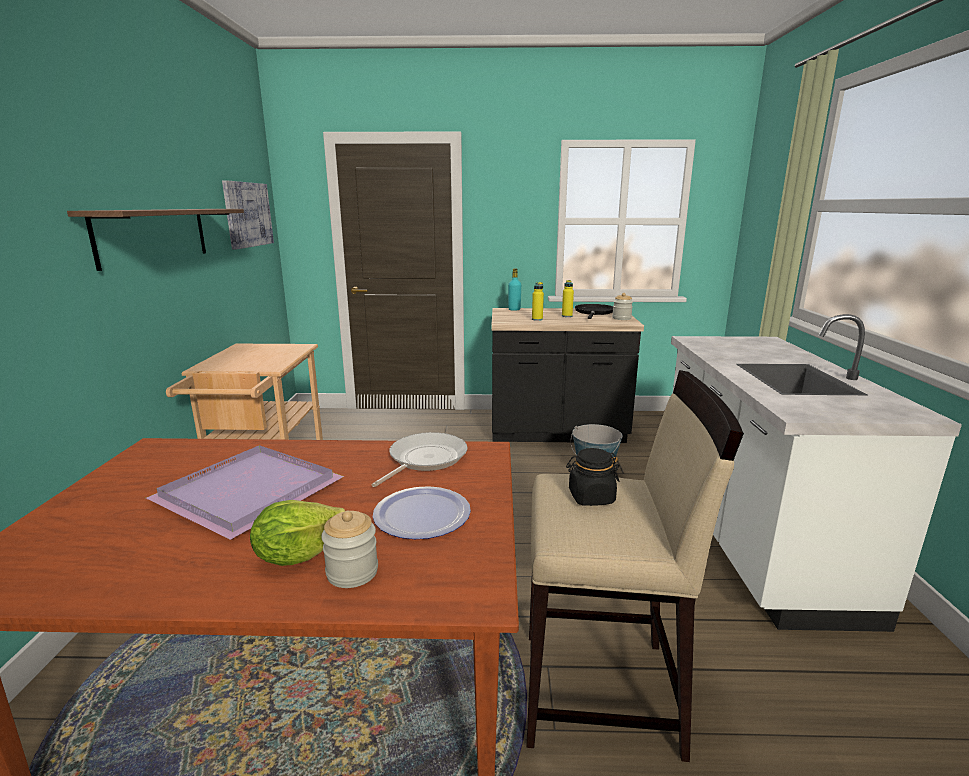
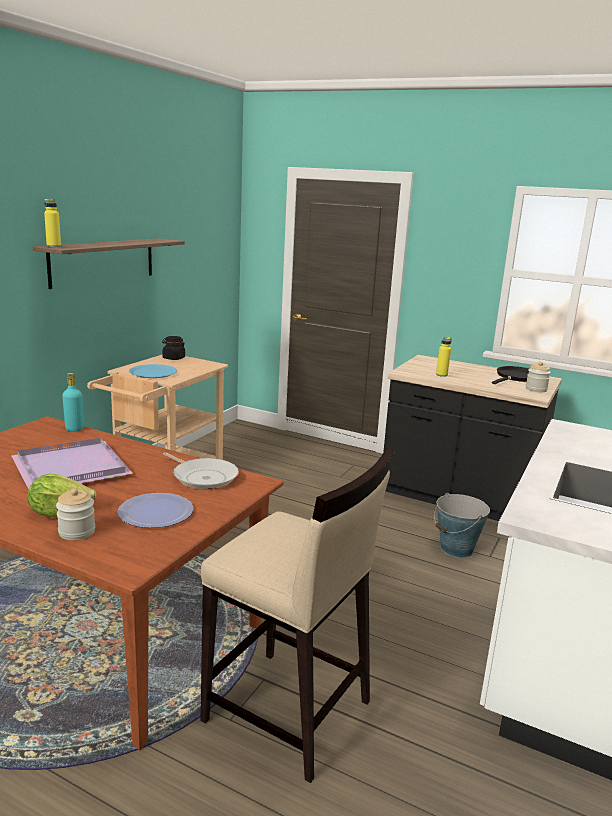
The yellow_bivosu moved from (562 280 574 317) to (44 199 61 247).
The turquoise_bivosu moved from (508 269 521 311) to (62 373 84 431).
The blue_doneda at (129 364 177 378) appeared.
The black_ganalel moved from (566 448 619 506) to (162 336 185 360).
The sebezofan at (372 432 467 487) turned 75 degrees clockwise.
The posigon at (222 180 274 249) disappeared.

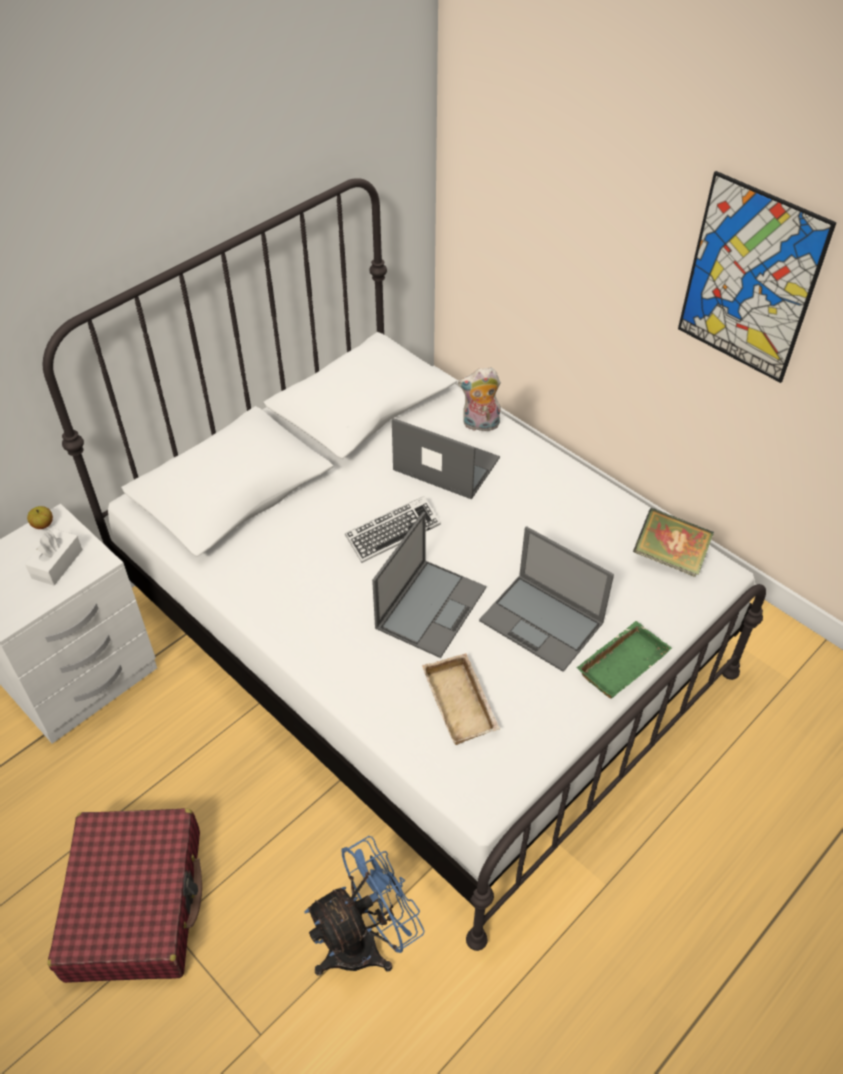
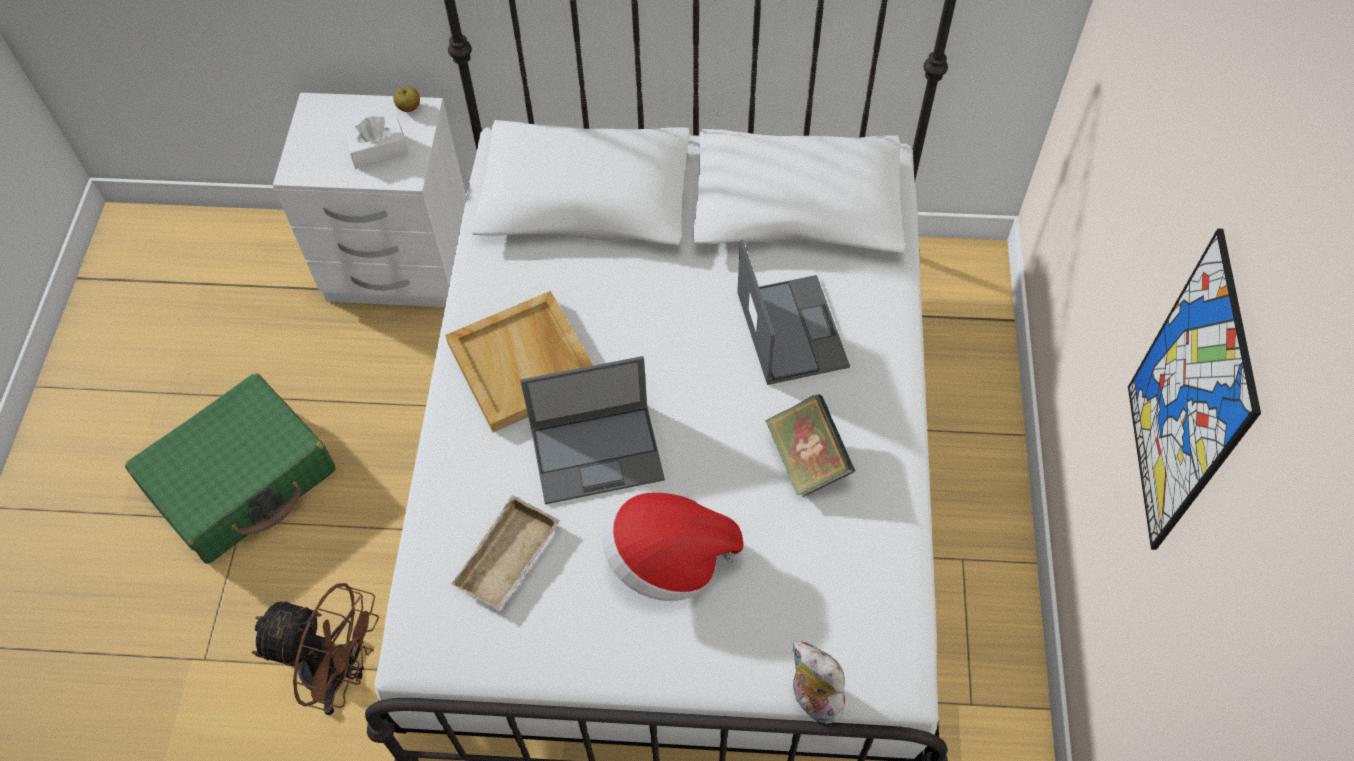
The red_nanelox at (48 808 202 983) became the green_nanelox at (125 373 336 564).
The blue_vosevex at (304 836 425 976) became the brown_vosevex at (252 583 379 715).
The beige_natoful at (445 291 593 432) appeared.
The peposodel at (479 526 614 672) was replaced by the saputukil at (602 493 743 601).
The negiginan moved from (633 508 714 577) to (766 394 855 497).
The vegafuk moved from (458 367 501 431) to (792 641 848 724).
The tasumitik at (345 496 441 563) disappeared.
The green_natoful at (576 621 672 699) disappeared.

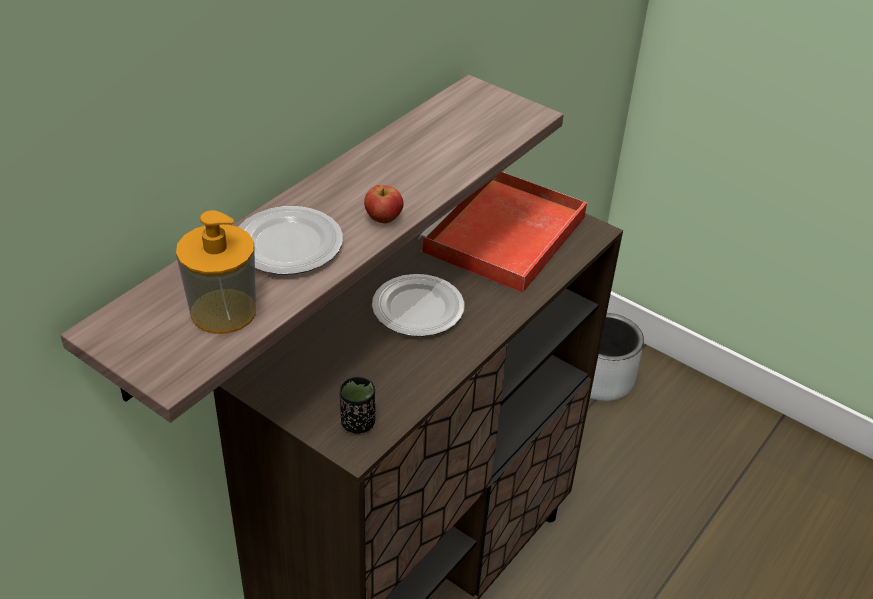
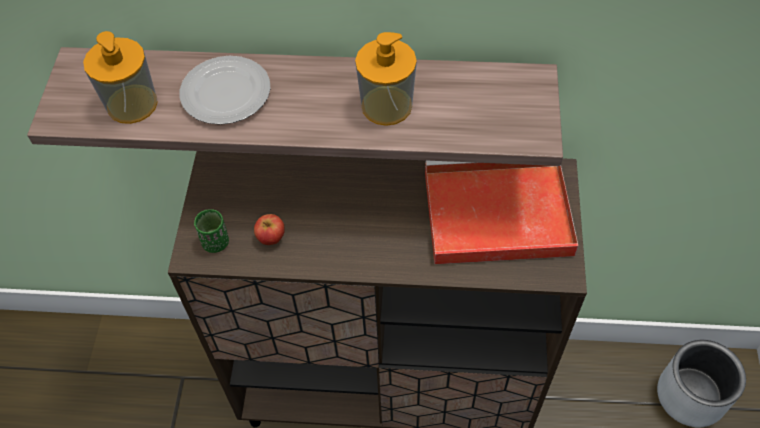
The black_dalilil at (340 377 375 434) became the green_dalilil at (194 209 229 253).
The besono moved from (364 185 403 224) to (254 214 285 245).
The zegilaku at (355 32 417 126) appeared.
The doneda at (372 274 465 336) disappeared.

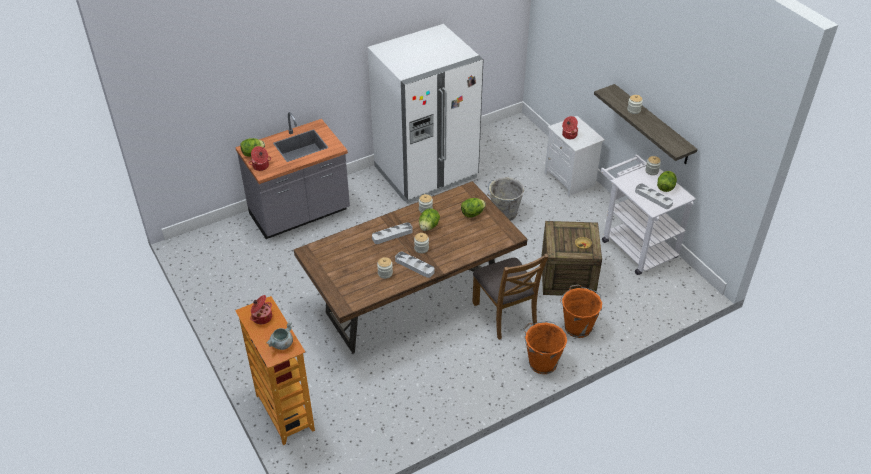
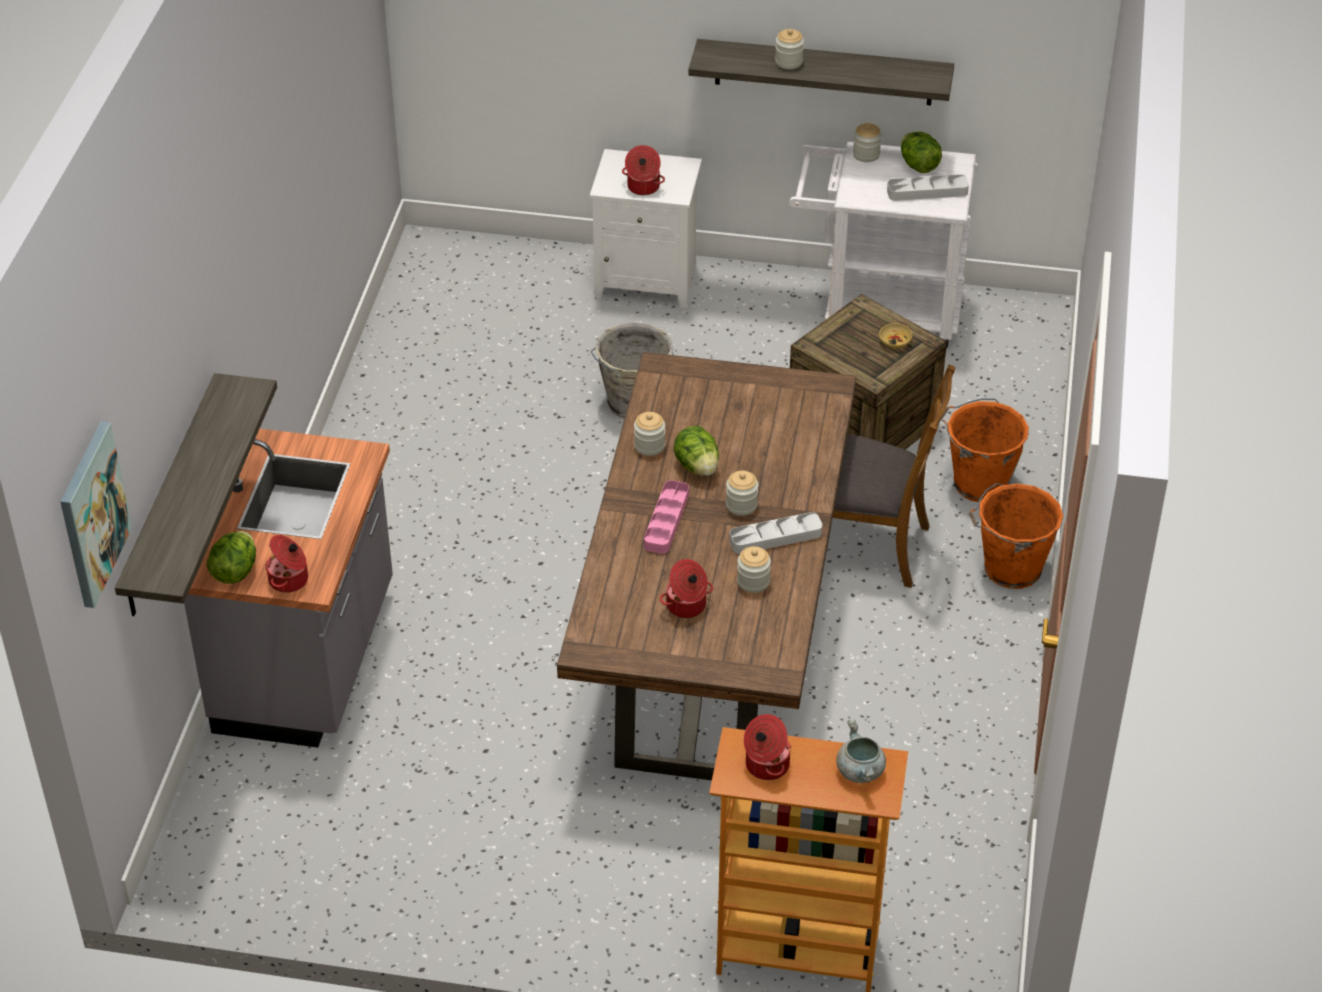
The posigon at (60 421 132 608) appeared.
The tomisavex at (115 373 277 616) appeared.
The grey_natoful at (372 222 413 244) became the pink_natoful at (644 480 689 554).
The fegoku at (660 559 713 618) appeared.
The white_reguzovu at (368 24 484 204) disappeared.
The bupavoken at (461 198 486 217) disappeared.

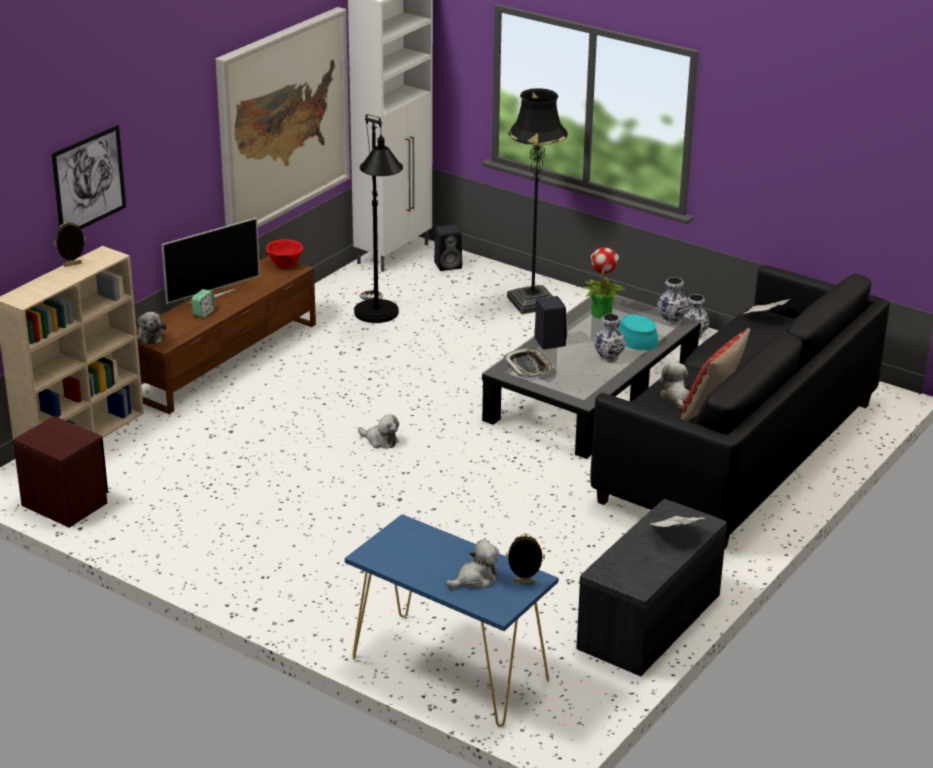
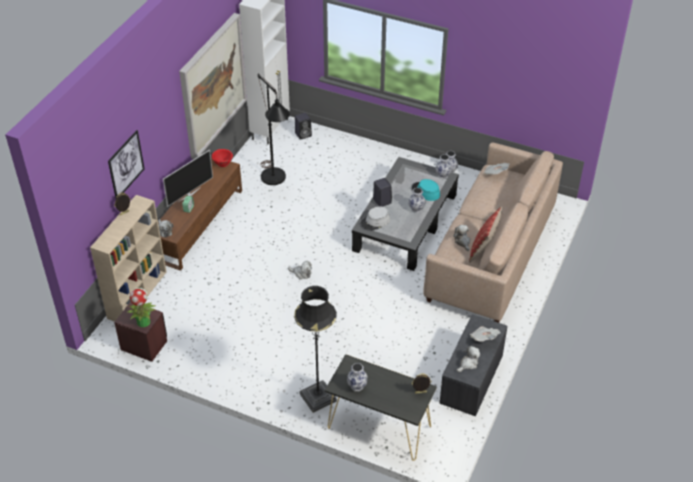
The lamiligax moved from (582 247 626 319) to (127 288 156 327).
The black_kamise moved from (507 88 568 314) to (294 286 337 413).
The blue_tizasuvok at (345 514 558 727) became the black_tizasuvok at (325 354 437 461).
The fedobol at (347 363 367 391) appeared.
The natoful at (503 348 554 378) was replaced by the grey_saputukil at (361 206 390 230).
The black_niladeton at (590 265 890 550) became the beige_niladeton at (423 142 563 323).
The vegafuk moved from (446 540 499 589) to (457 346 480 372).

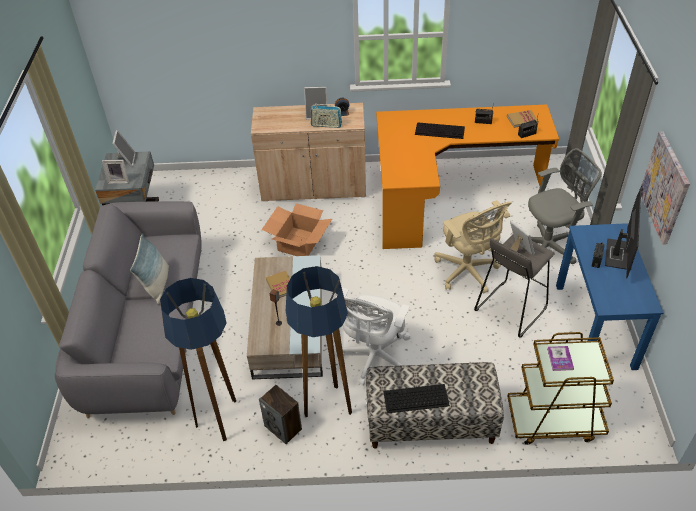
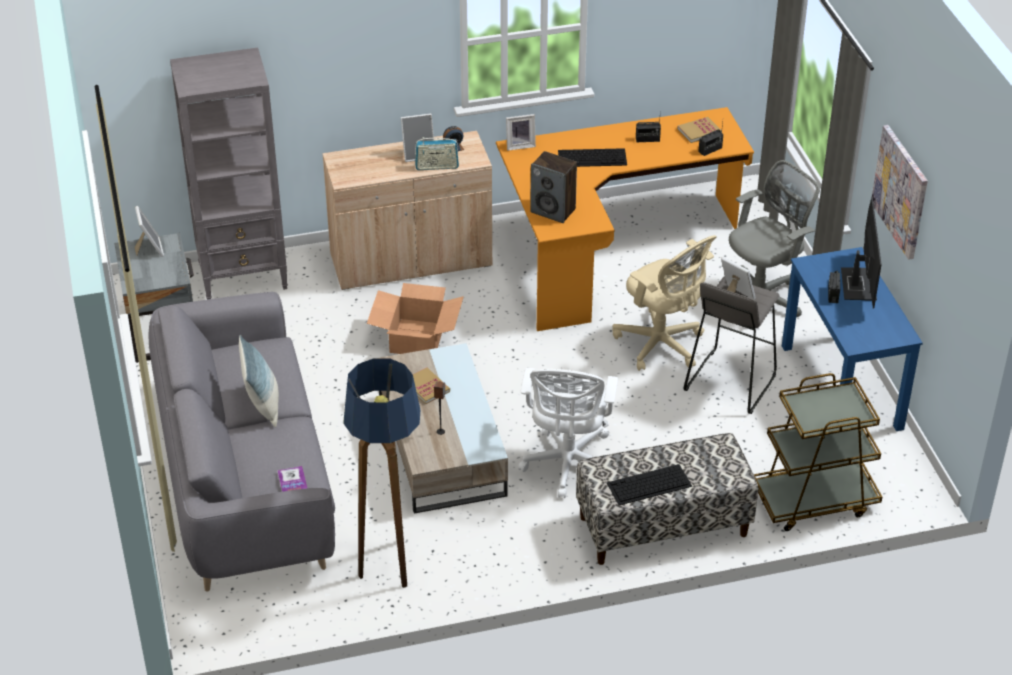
The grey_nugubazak at (170 47 288 300) appeared.
The negiginan moved from (547 346 574 371) to (277 466 307 492).
The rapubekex moved from (102 160 129 184) to (506 114 536 151).
The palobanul moved from (259 385 302 444) to (530 151 577 223).
The kamise at (286 266 352 417) disappeared.

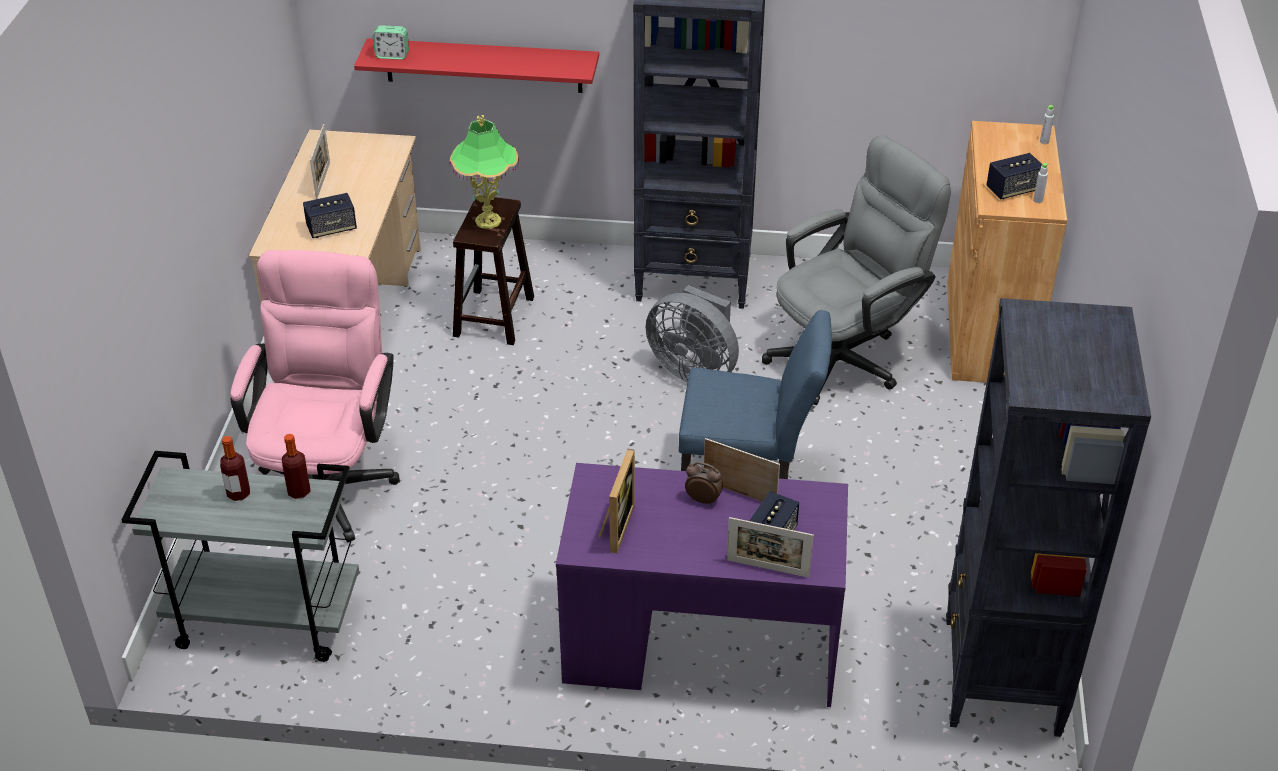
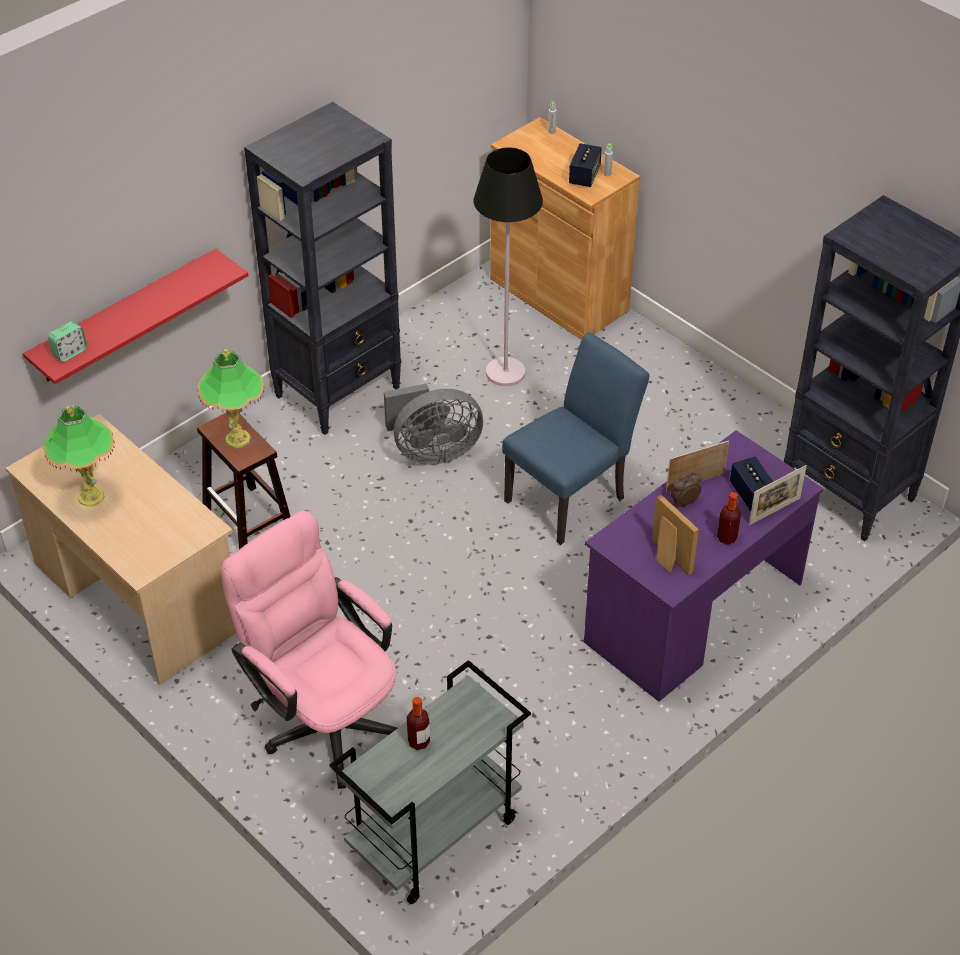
The rapubekex at (310 124 330 199) was replaced by the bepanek at (43 405 115 507).
The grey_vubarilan at (762 135 951 405) was replaced by the black_kamise at (474 147 543 386).
The bivosu moved from (282 434 311 499) to (717 492 741 545).
The palobanul at (303 193 357 238) disappeared.

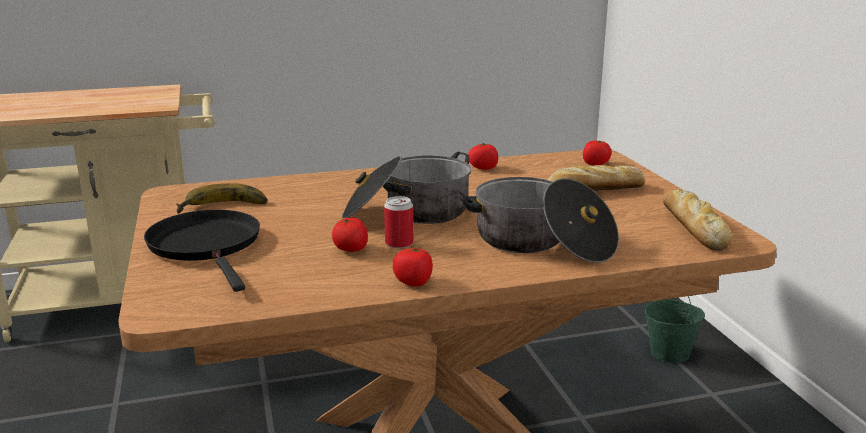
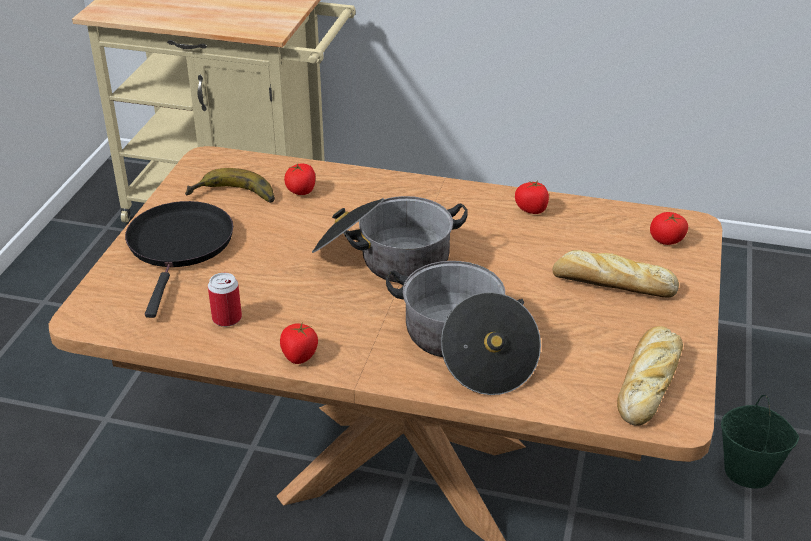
The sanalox moved from (384 196 413 249) to (208 273 242 327).
The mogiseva moved from (332 218 368 252) to (284 163 316 195).

